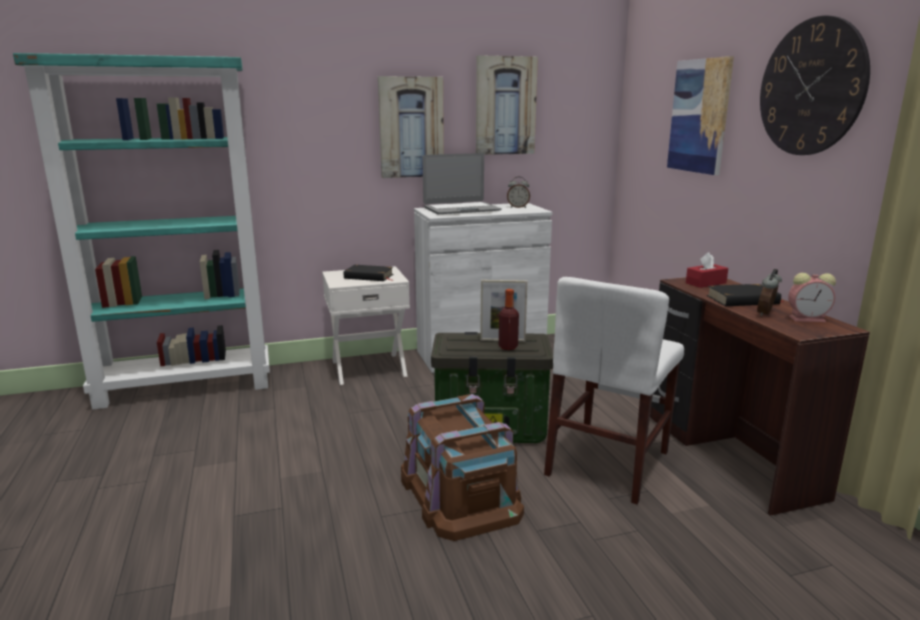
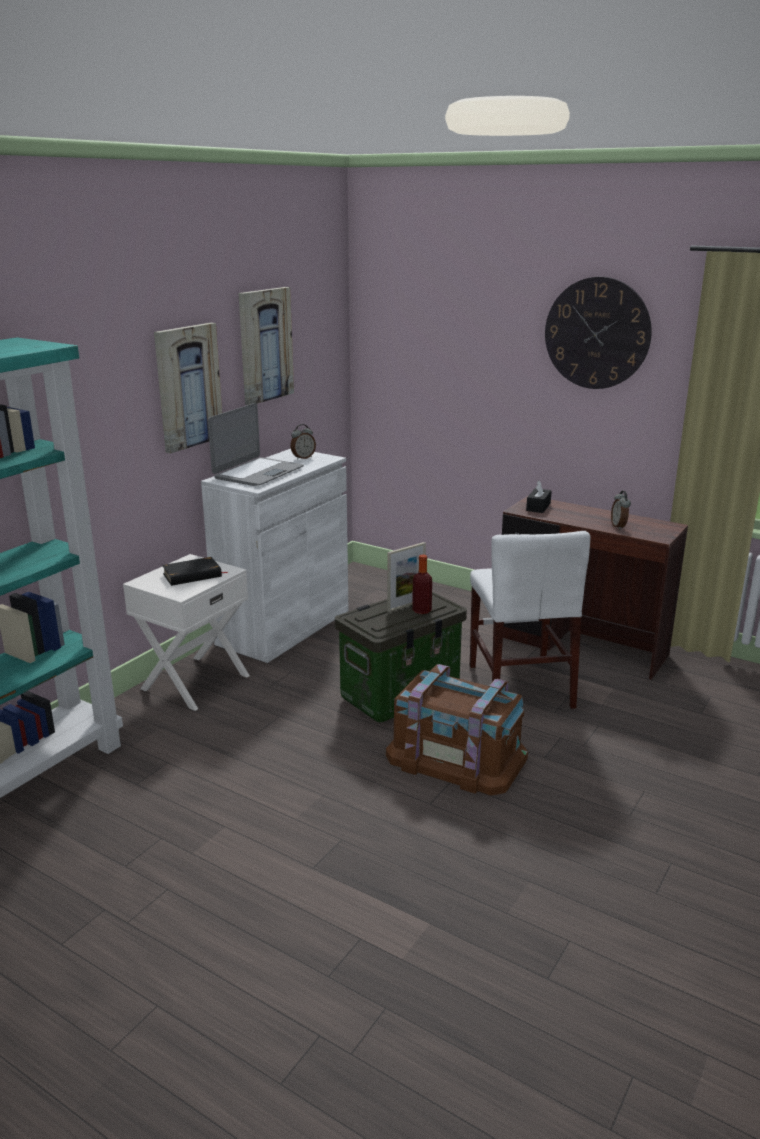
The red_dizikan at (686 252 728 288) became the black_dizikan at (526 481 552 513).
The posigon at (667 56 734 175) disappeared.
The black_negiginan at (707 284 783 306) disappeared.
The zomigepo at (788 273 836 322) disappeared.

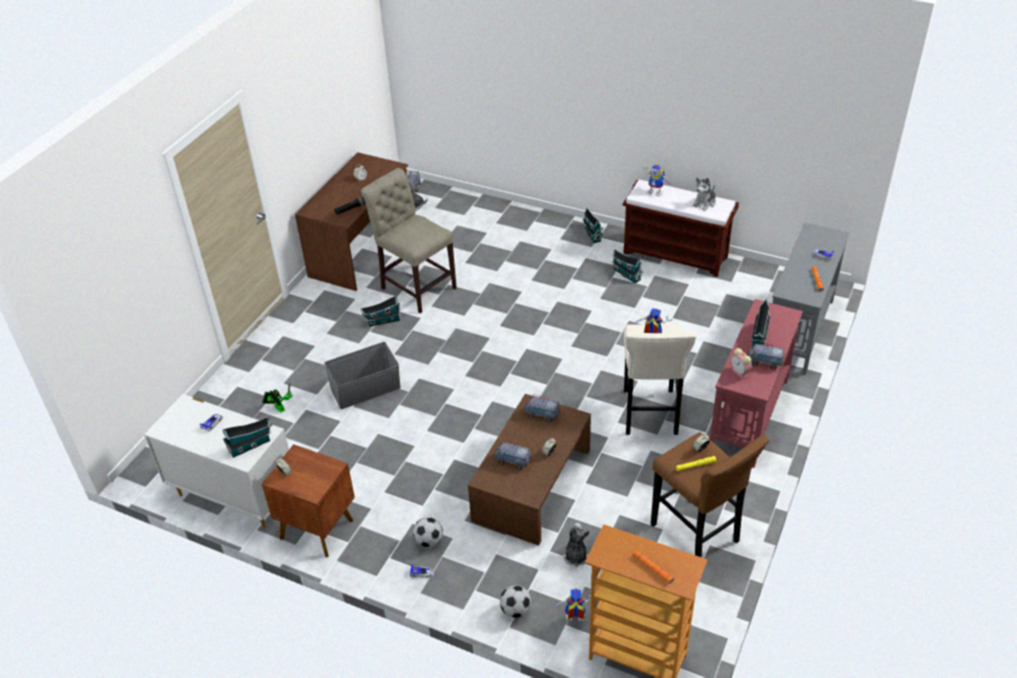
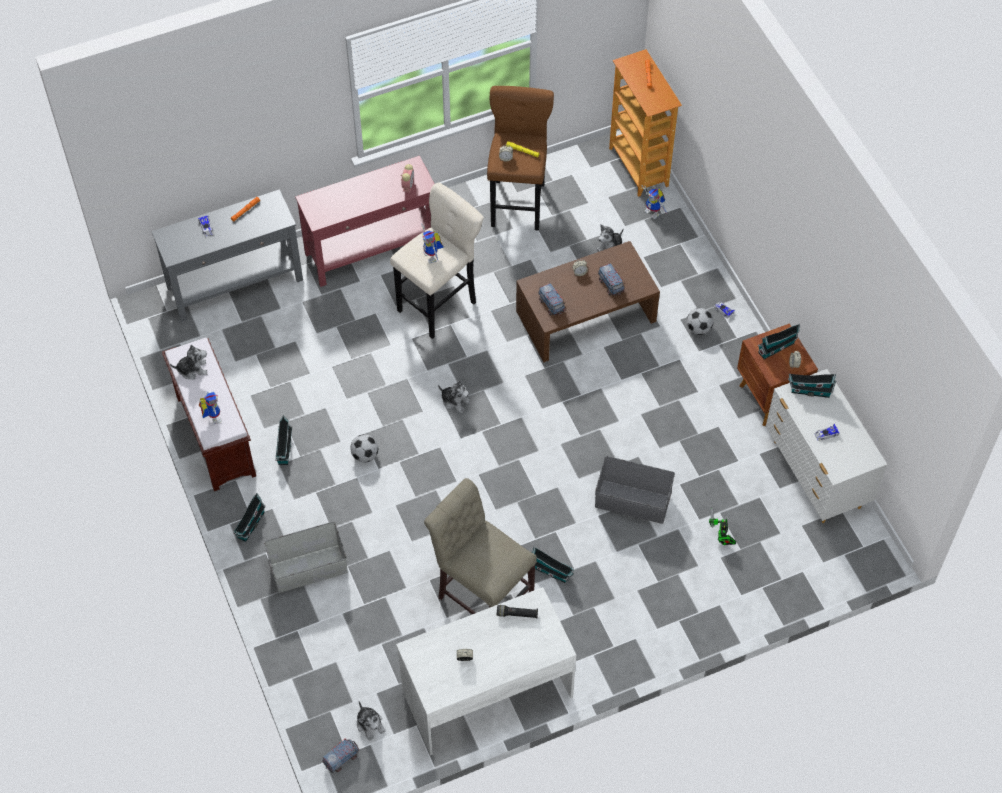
The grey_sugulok at (264 522 348 593) appeared.
The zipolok moved from (500 585 531 618) to (350 434 378 463).
The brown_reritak at (295 152 408 291) became the white_reritak at (396 587 576 755).
The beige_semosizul at (361 168 457 313) turned 135 degrees clockwise.
The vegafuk at (438 381 471 413) appeared.
The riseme moved from (751 299 770 347) to (757 324 800 359).
The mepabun at (748 342 785 370) disappeared.

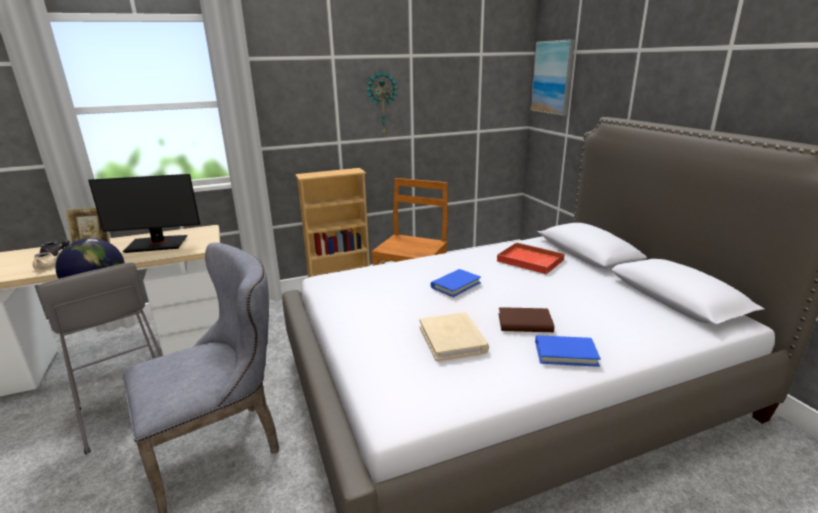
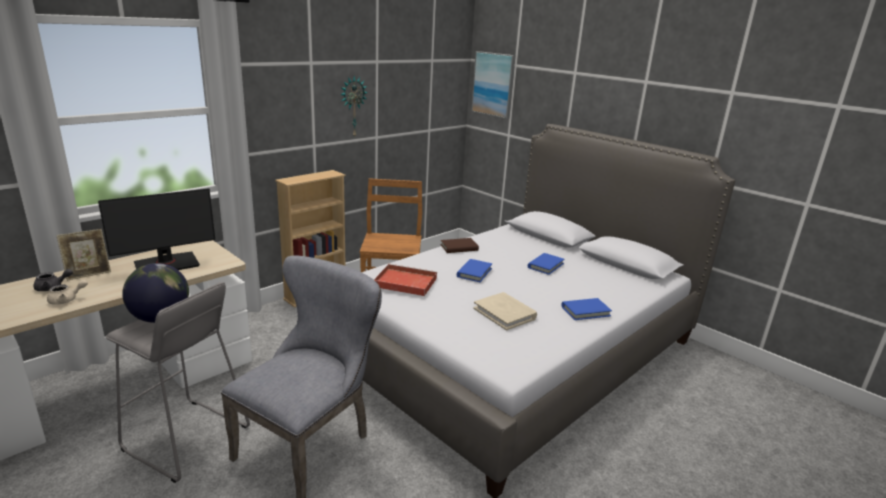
The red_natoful moved from (497 242 565 274) to (374 264 437 296).
The brown_negiginan moved from (498 307 554 332) to (440 238 479 253).
The blue_negiginan at (528 253 565 275) appeared.

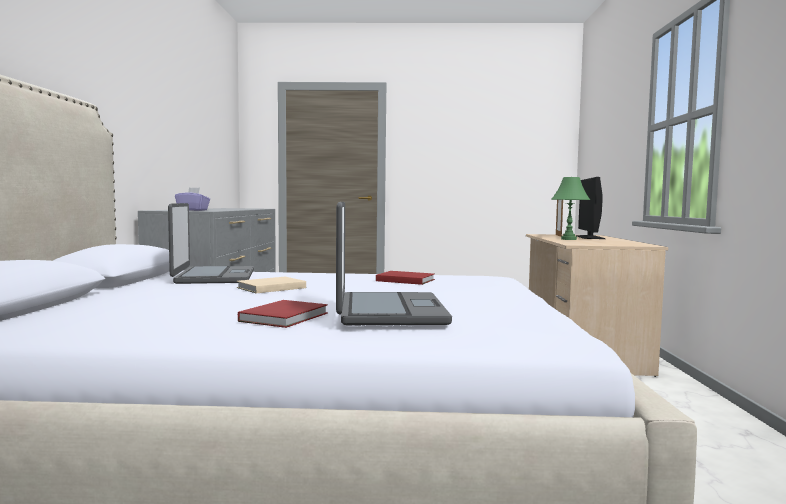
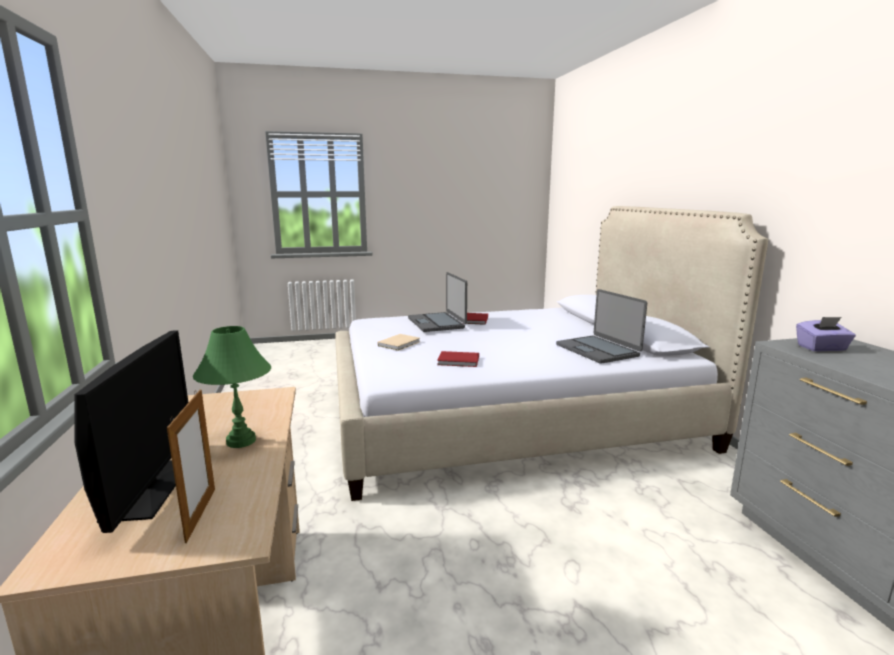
The beige_negiginan moved from (237 277 306 293) to (378 334 420 351).

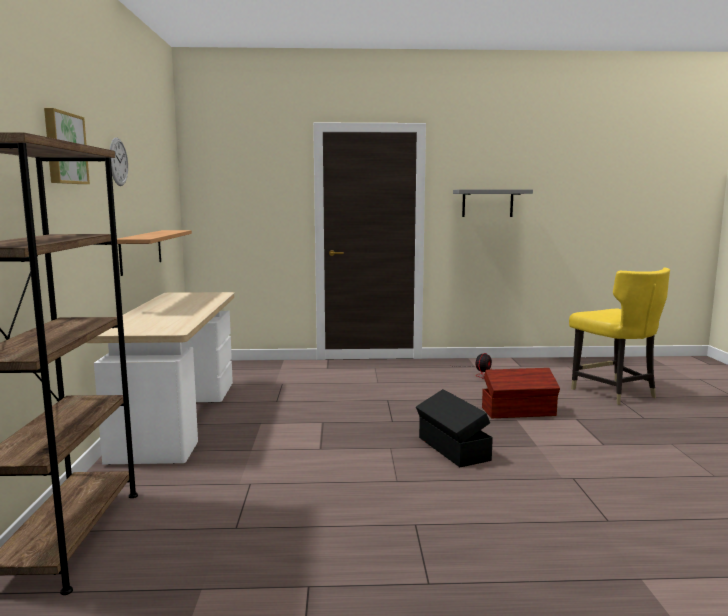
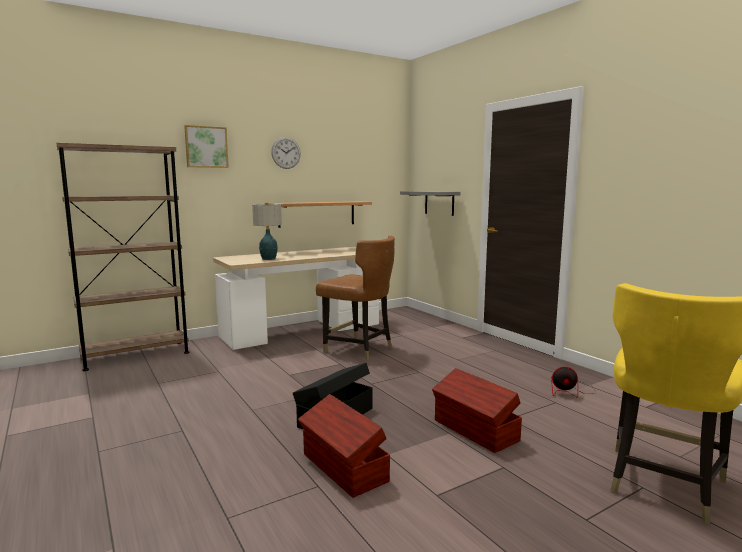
The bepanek at (252 202 282 260) appeared.
The brown_sugulok at (298 394 390 498) appeared.
The brown_semosizul at (316 236 395 360) appeared.
The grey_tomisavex moved from (453 189 533 217) to (400 191 460 216).

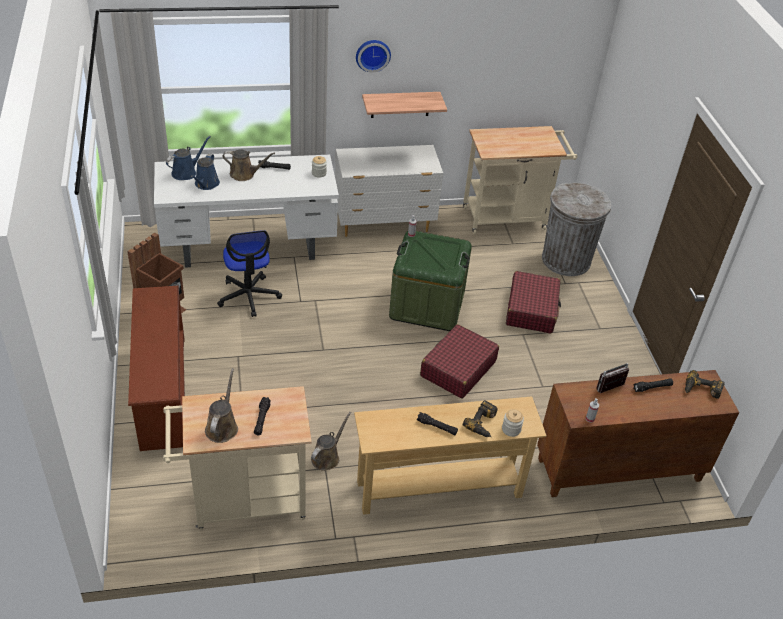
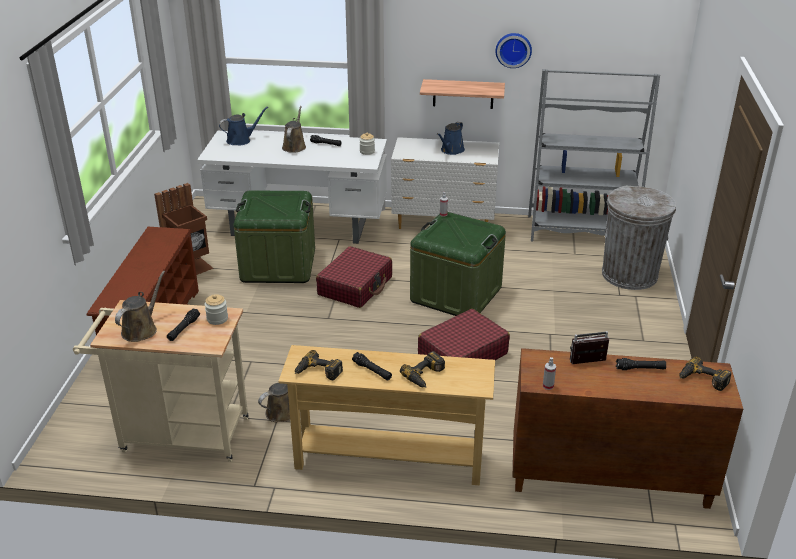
The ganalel moved from (502 409 524 437) to (204 294 228 325).
The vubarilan at (217 230 282 317) was replaced by the green_sugulok at (233 190 315 283).
The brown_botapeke at (223 149 275 181) turned 105 degrees counterclockwise.
The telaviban at (295 350 343 380) appeared.
The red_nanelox moved from (506 271 561 334) to (316 246 392 308).
The blue_botapeke moved from (191 154 220 190) to (437 122 465 155).
The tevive moved from (356 40 391 73) to (495 33 532 68).
The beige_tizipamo at (463 126 577 234) was replaced by the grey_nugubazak at (528 69 660 241).

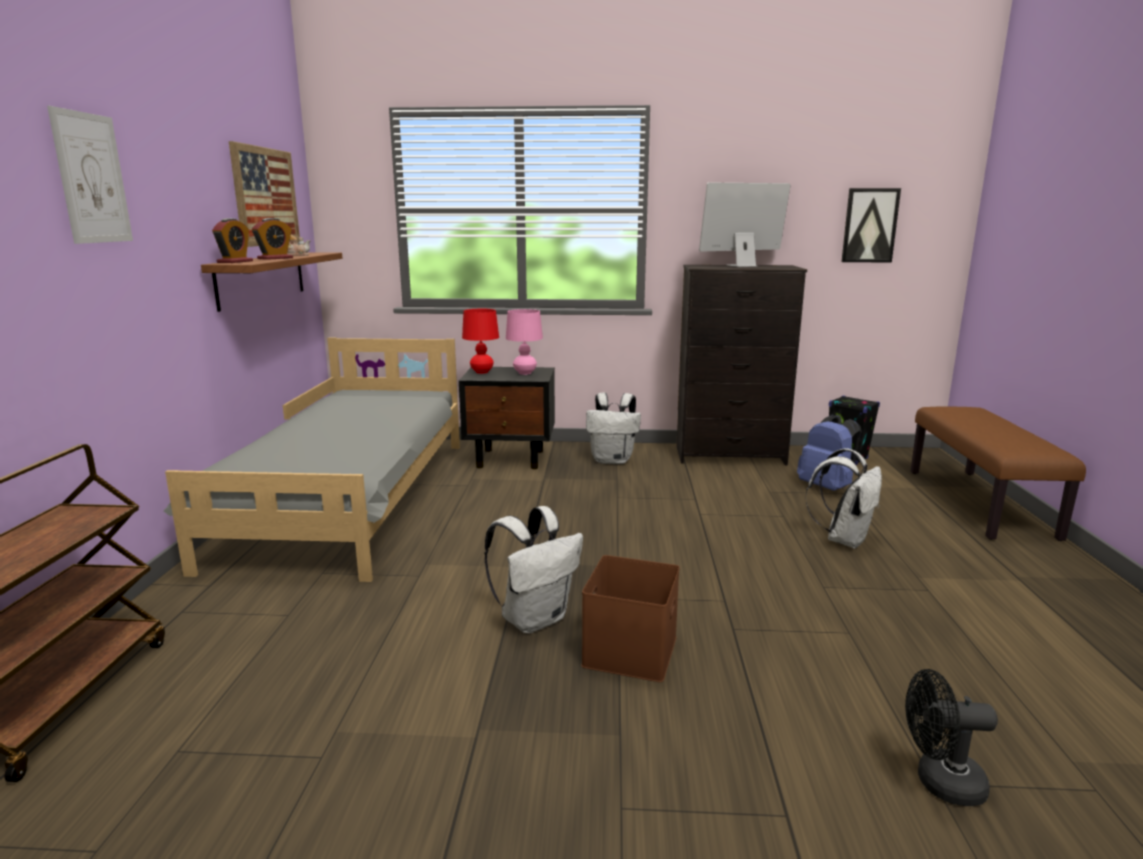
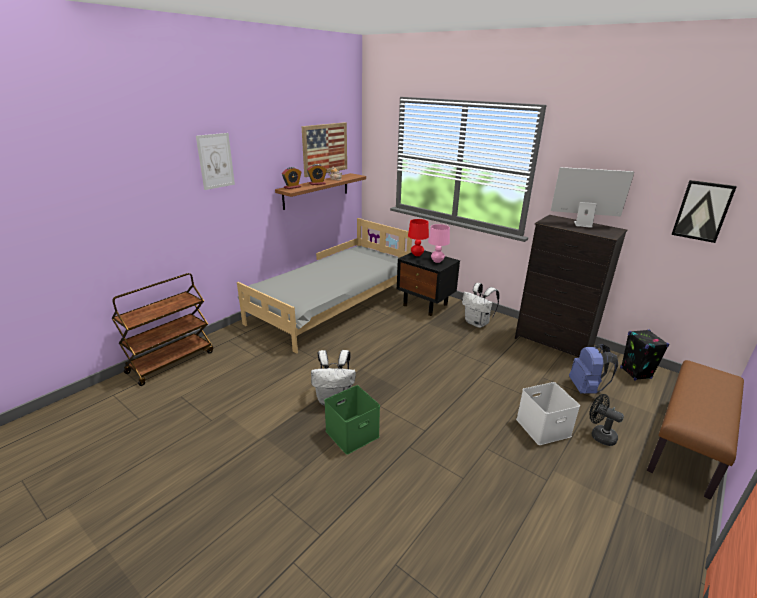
The brown_sugulok at (581 555 680 682) became the green_sugulok at (324 385 380 455).
The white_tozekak at (805 448 882 549) was replaced by the white_sugulok at (516 382 580 445).
The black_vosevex moved from (905 669 998 806) to (589 394 624 446).

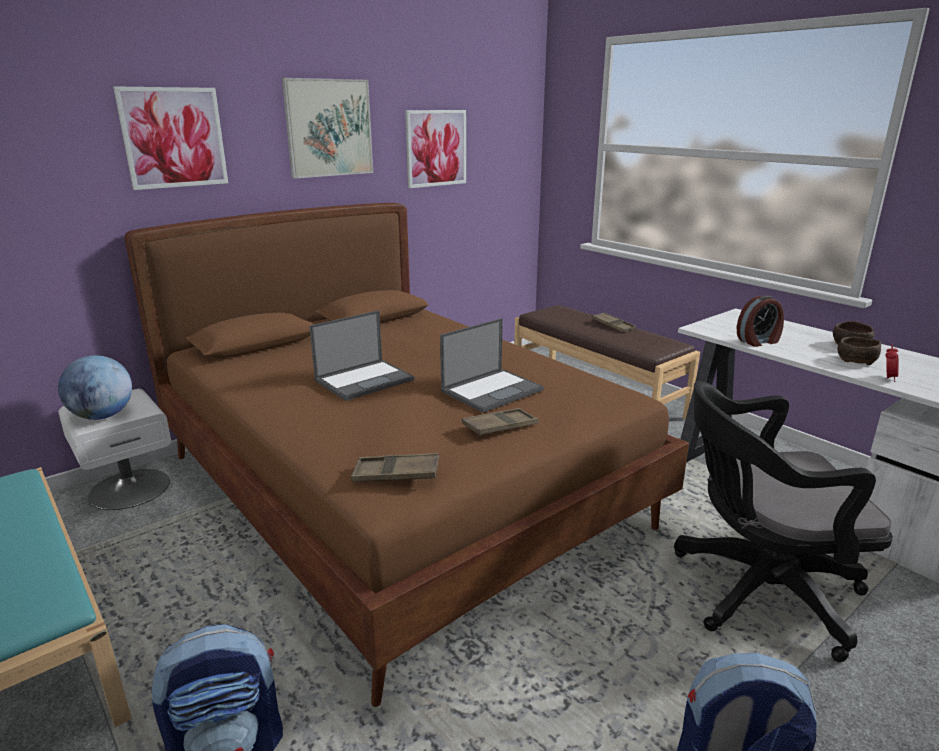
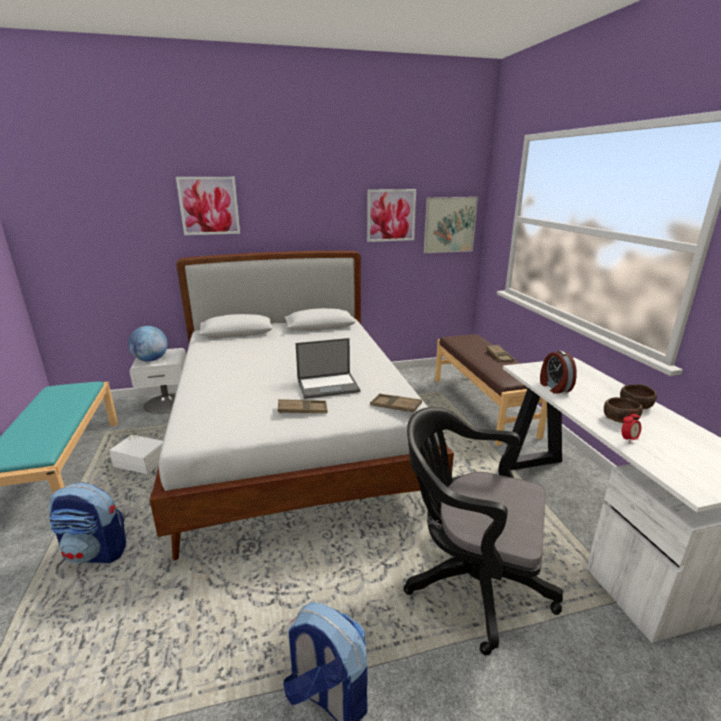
The white_sugulok at (109 435 163 474) appeared.
The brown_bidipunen at (124 203 689 707) became the white_bidipunen at (150 251 454 561).
The brown_natoful moved from (351 453 439 482) to (370 394 422 413).
The posigon moved from (282 78 373 179) to (424 197 478 253).
The zomigepo at (737 295 784 347) turned 75 degrees clockwise.
The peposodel at (309 310 414 401) disappeared.

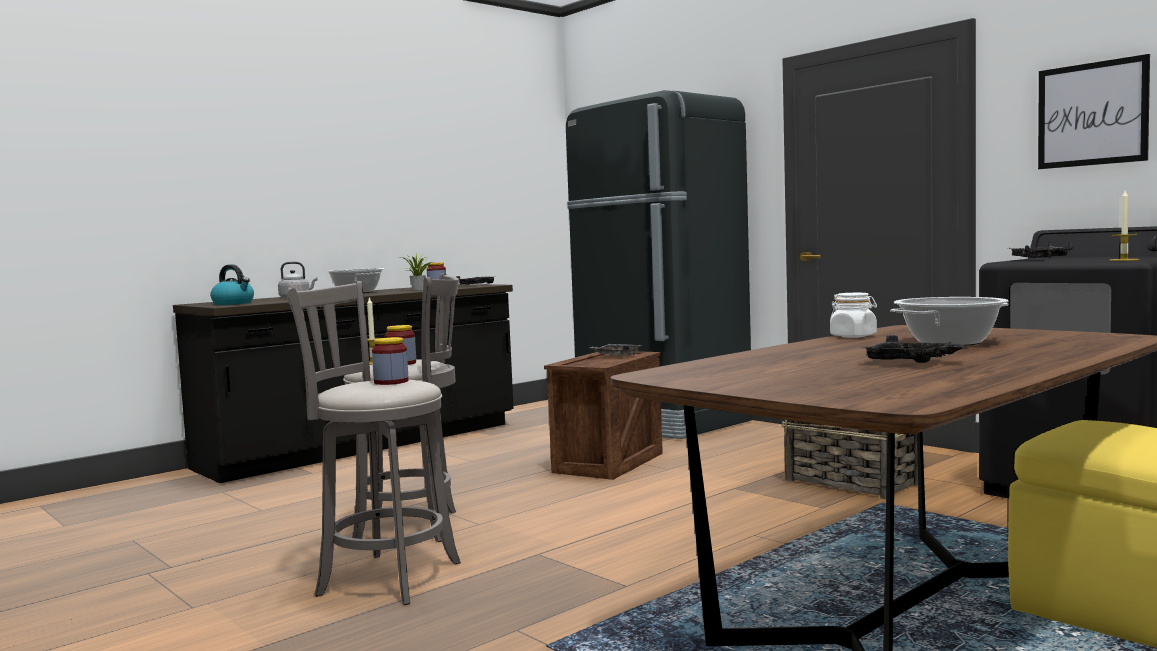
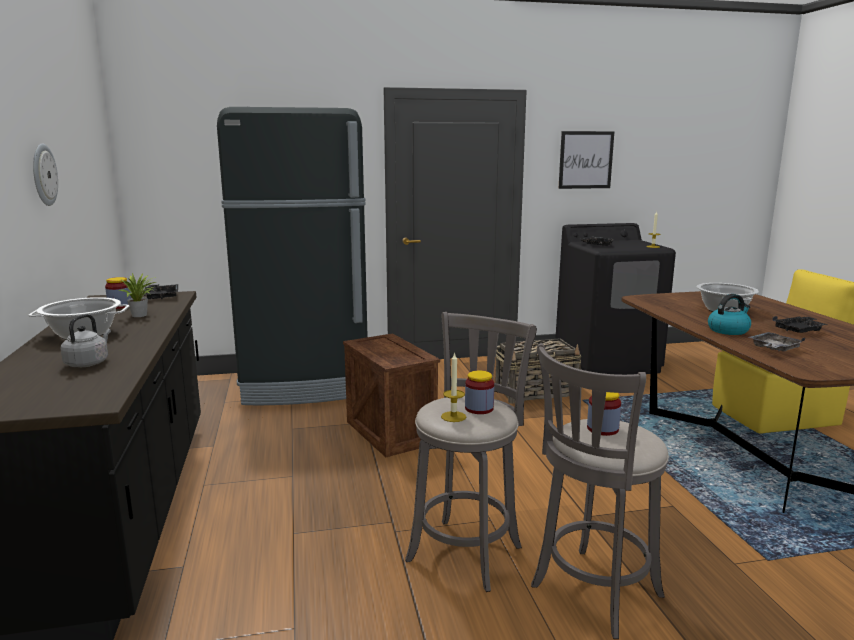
The tevive at (33 144 58 206) appeared.
The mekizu moved from (210 264 254 305) to (708 294 751 335).
The grey_natoful moved from (590 344 642 356) to (749 332 805 351).
The white_ganalel at (830 293 877 338) disappeared.

